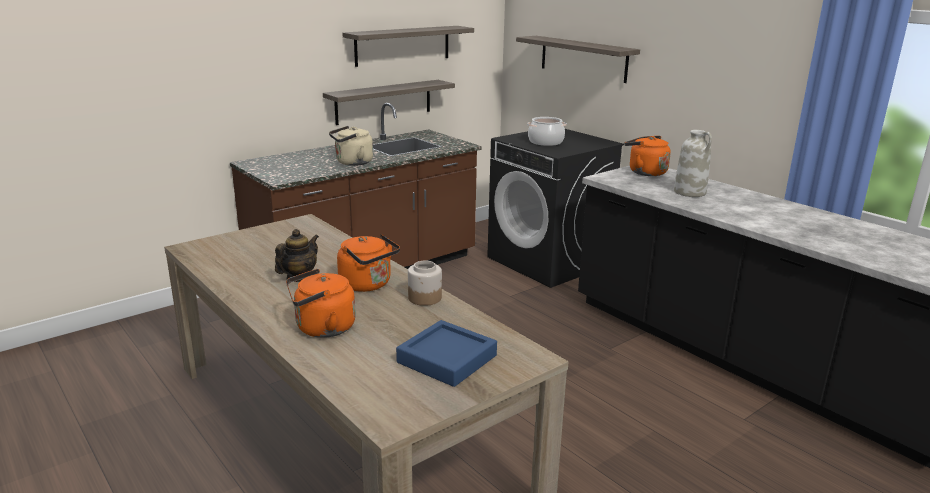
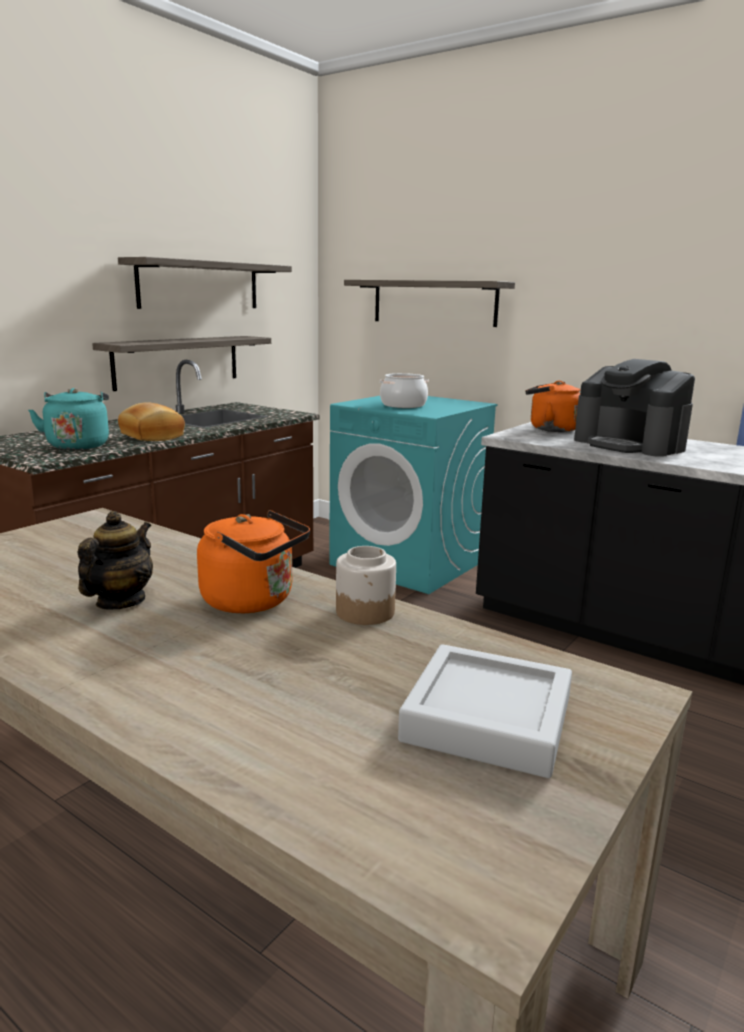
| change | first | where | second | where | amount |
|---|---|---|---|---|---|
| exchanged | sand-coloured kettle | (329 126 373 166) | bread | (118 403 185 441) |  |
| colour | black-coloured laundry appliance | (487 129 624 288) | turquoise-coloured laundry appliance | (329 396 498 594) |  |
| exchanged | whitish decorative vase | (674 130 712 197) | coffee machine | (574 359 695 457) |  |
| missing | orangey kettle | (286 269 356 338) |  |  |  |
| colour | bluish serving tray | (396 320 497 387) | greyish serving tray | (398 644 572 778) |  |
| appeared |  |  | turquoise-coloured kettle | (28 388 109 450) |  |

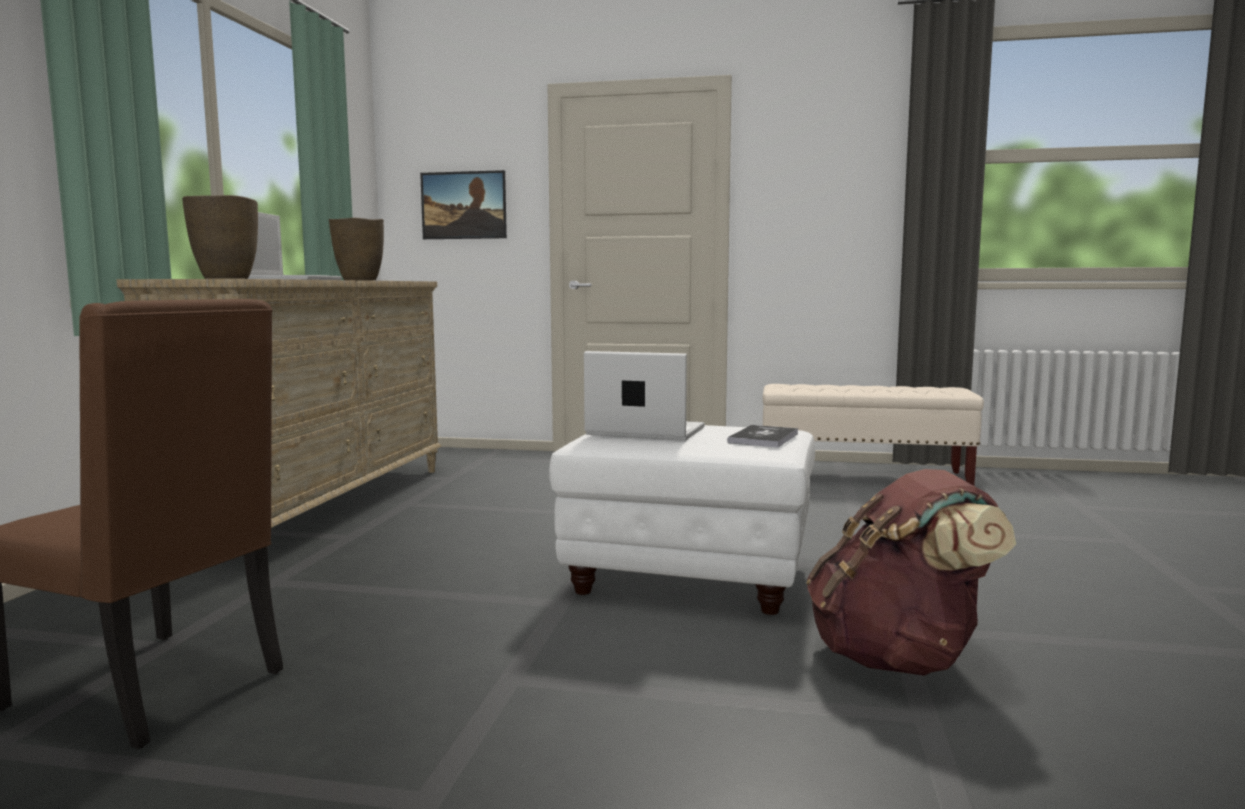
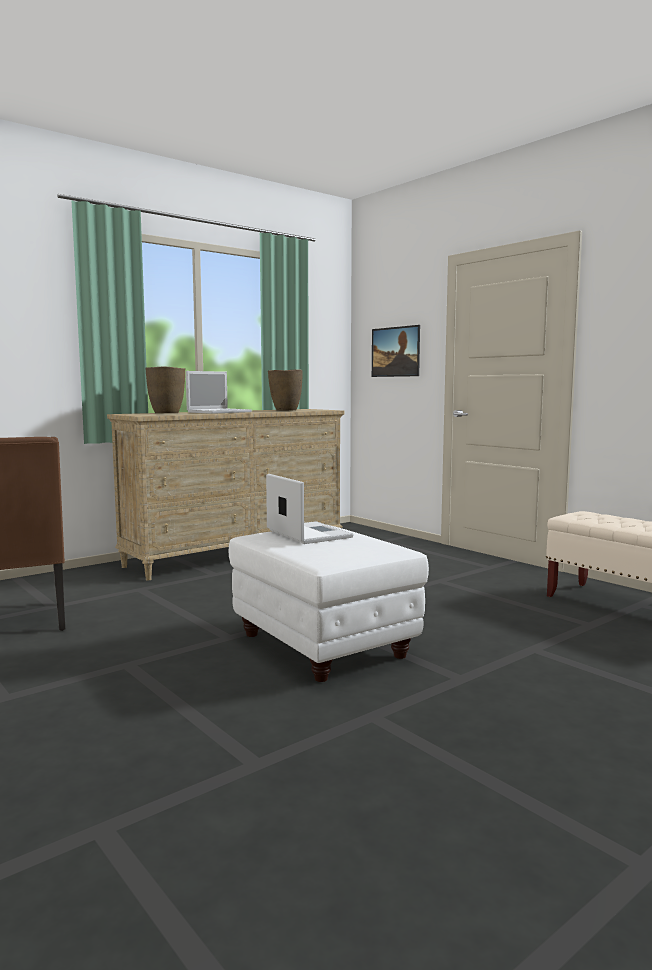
| change | first | where | second | where | amount |
|---|---|---|---|---|---|
| missing | bound book | (727 425 798 447) |  |  |  |
| missing | brown backpack | (806 469 1016 676) |  |  |  |

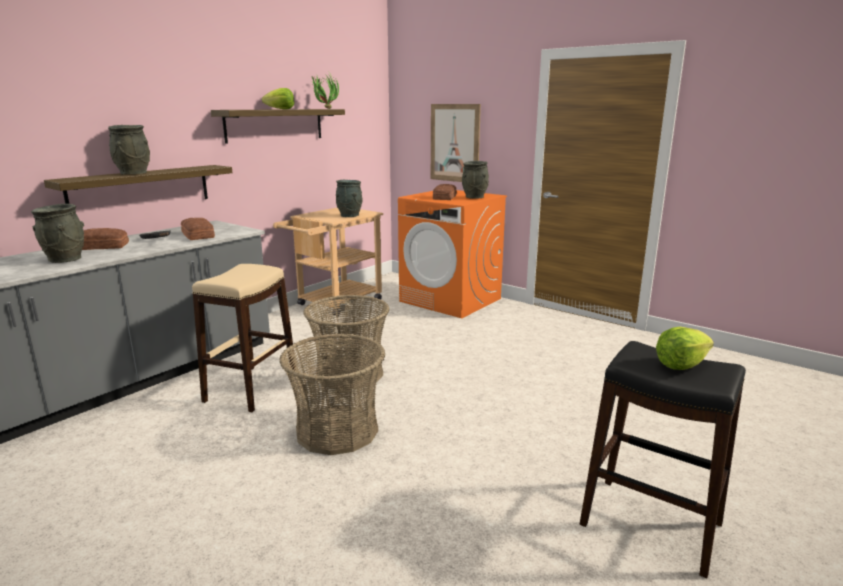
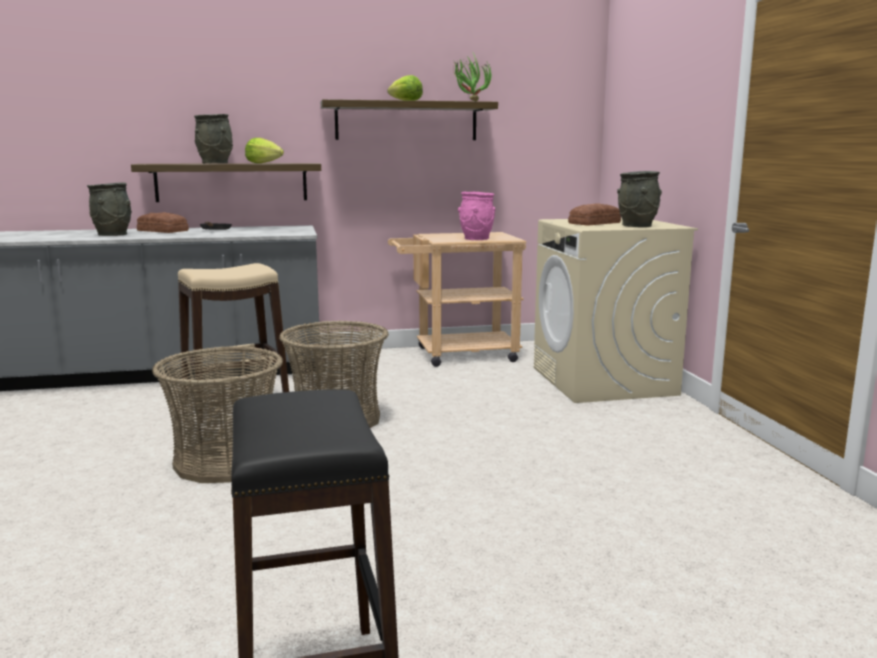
| change | first | where | second | where | amount |
|---|---|---|---|---|---|
| missing | wall picture | (431 104 481 182) |  |  |  |
| colour | greyish decorative vase | (336 180 363 217) | pink-coloured decorative vase | (458 192 495 240) |  |
| colour | orangey laundry appliance | (398 190 507 318) | sand-coloured laundry appliance | (534 218 698 403) |  |
| missing | bread | (181 218 215 240) |  |  |  |
| relocated | head of lettuce | (656 327 714 370) |  | (245 138 284 163) |  |

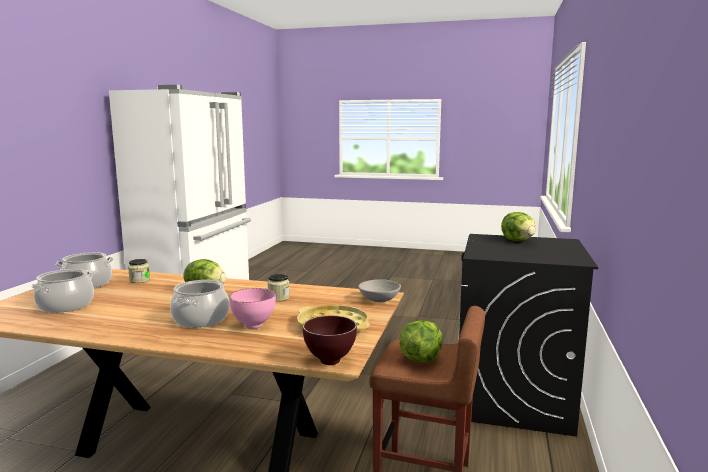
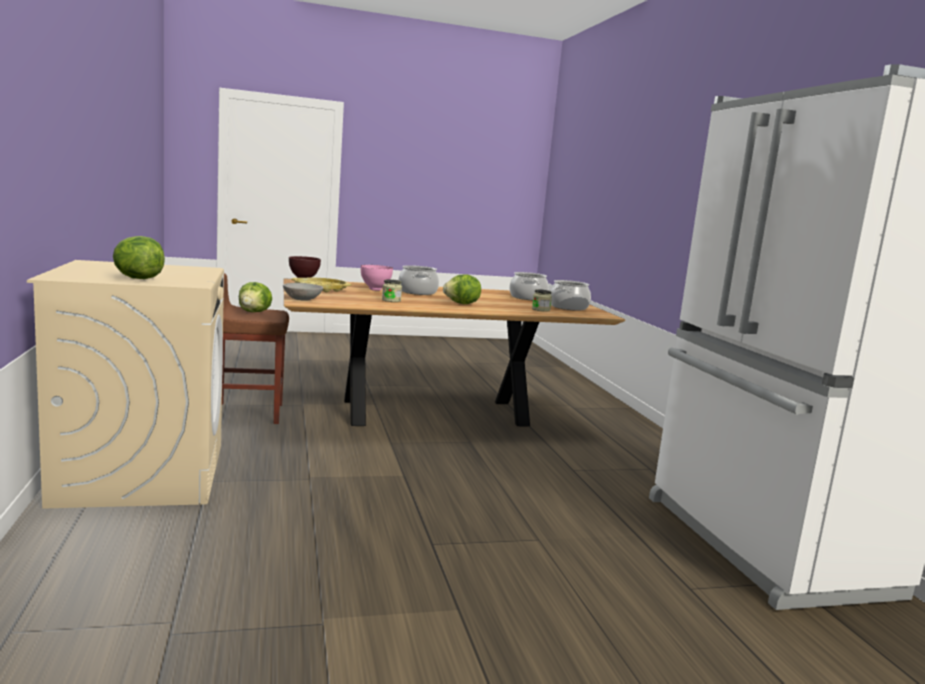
| change | first | where | second | where | amount |
|---|---|---|---|---|---|
| colour | black-coloured laundry appliance | (458 234 598 437) | sand-coloured laundry appliance | (27 260 224 509) |  |

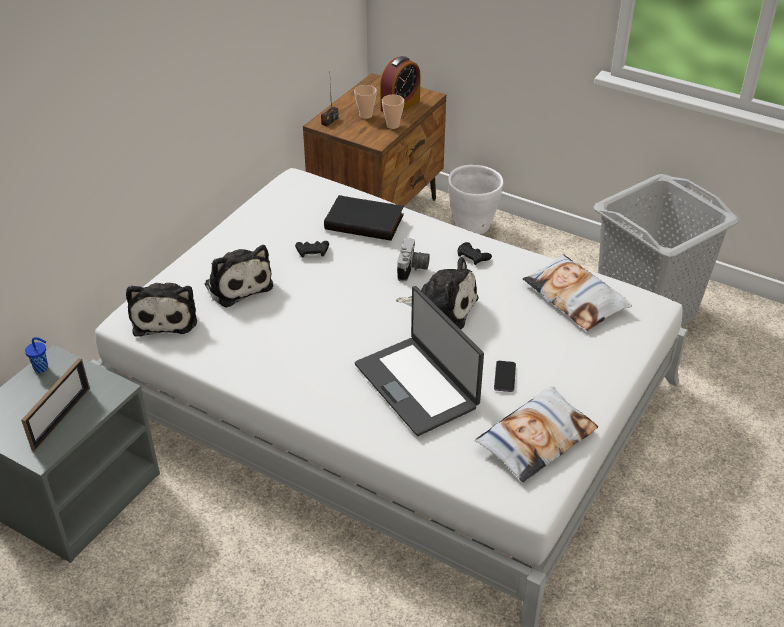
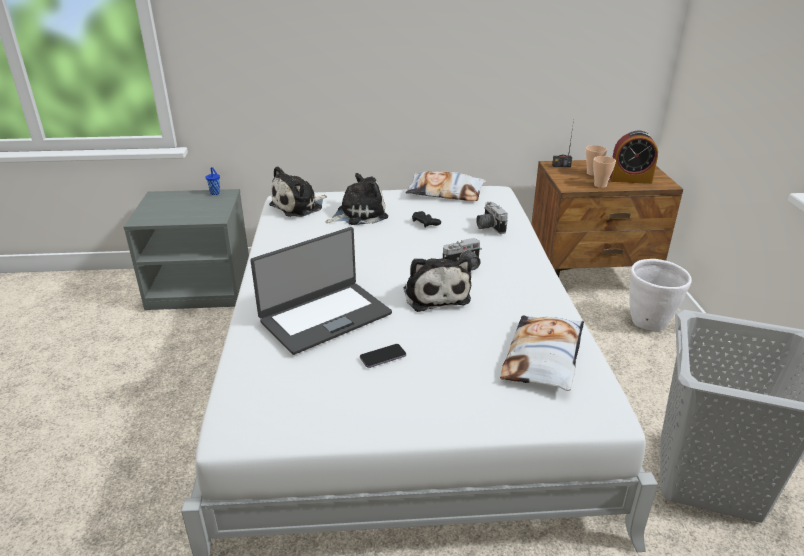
| change | first | where | second | where | amount |
|---|---|---|---|---|---|
| exchanged | black-coloured bound book | (324 195 404 241) | photo camera | (476 202 508 234) |  |
| missing | black-coloured game controller | (457 242 492 265) |  |  |  |
| spun | plush toy | (205 245 273 308) |  | (325 173 388 225) | 135 degrees counterclockwise |
| spun | portable computer | (355 286 484 436) |  | (250 227 392 355) | 150 degrees counterclockwise |
| missing | picture frame | (21 358 90 452) |  |  |  |
| relocated | cushion | (475 386 598 482) |  | (405 171 486 201) |  |

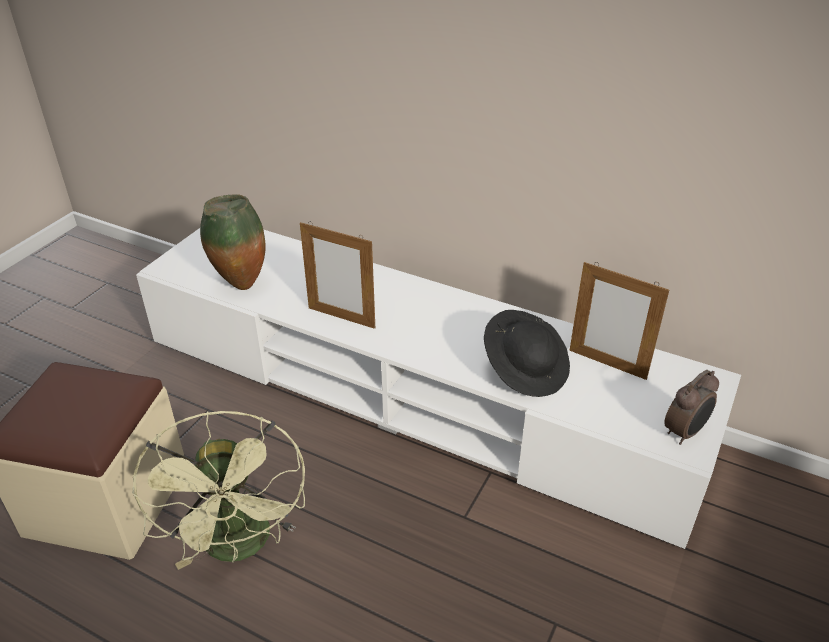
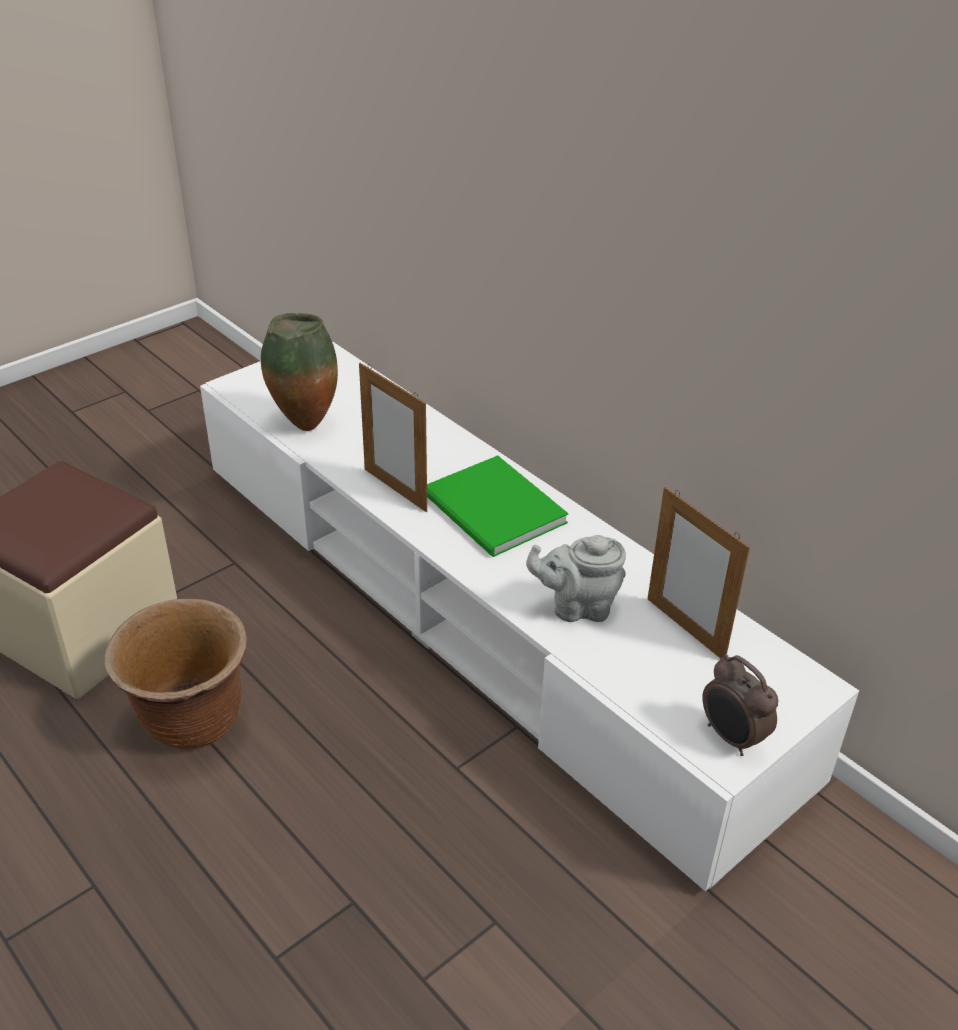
| change | first | where | second | where | amount |
|---|---|---|---|---|---|
| exchanged | black-coloured wearable hat | (484 310 570 397) | greyish tea pot | (526 535 626 622) |  |
| spun | alarm clock | (664 370 719 445) |  | (702 654 778 756) | 75 degrees clockwise |
| exchanged | greenish electric fan | (132 411 305 570) | brown flower pot | (105 598 247 749) |  |
| appeared |  |  | greenish bound book | (427 455 569 557) |  |

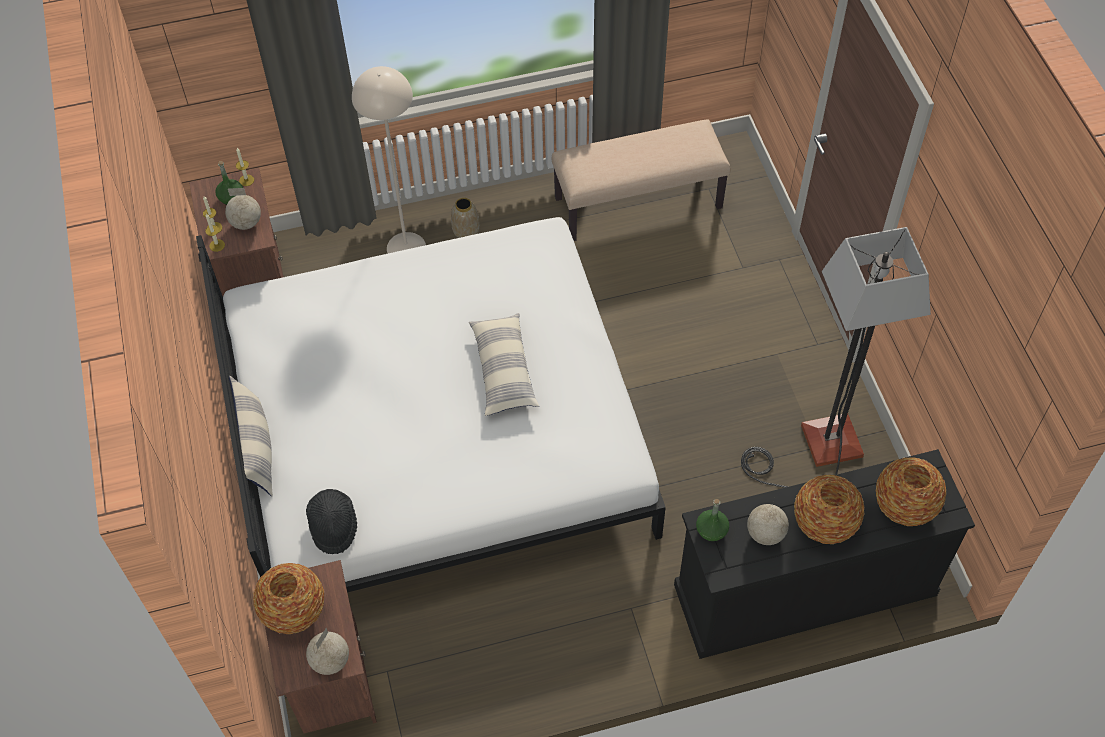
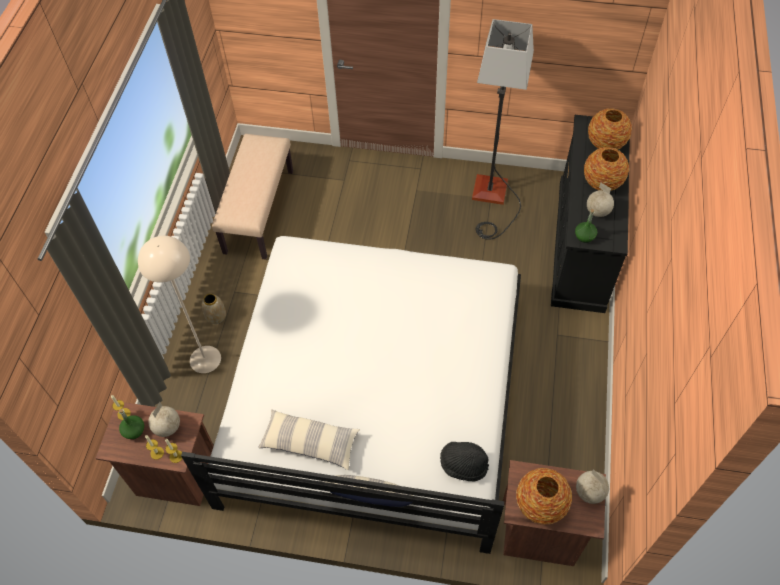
| change | first | where | second | where | amount |
|---|---|---|---|---|---|
| relocated | cushion | (469 313 539 416) |  | (258 409 360 470) |  |

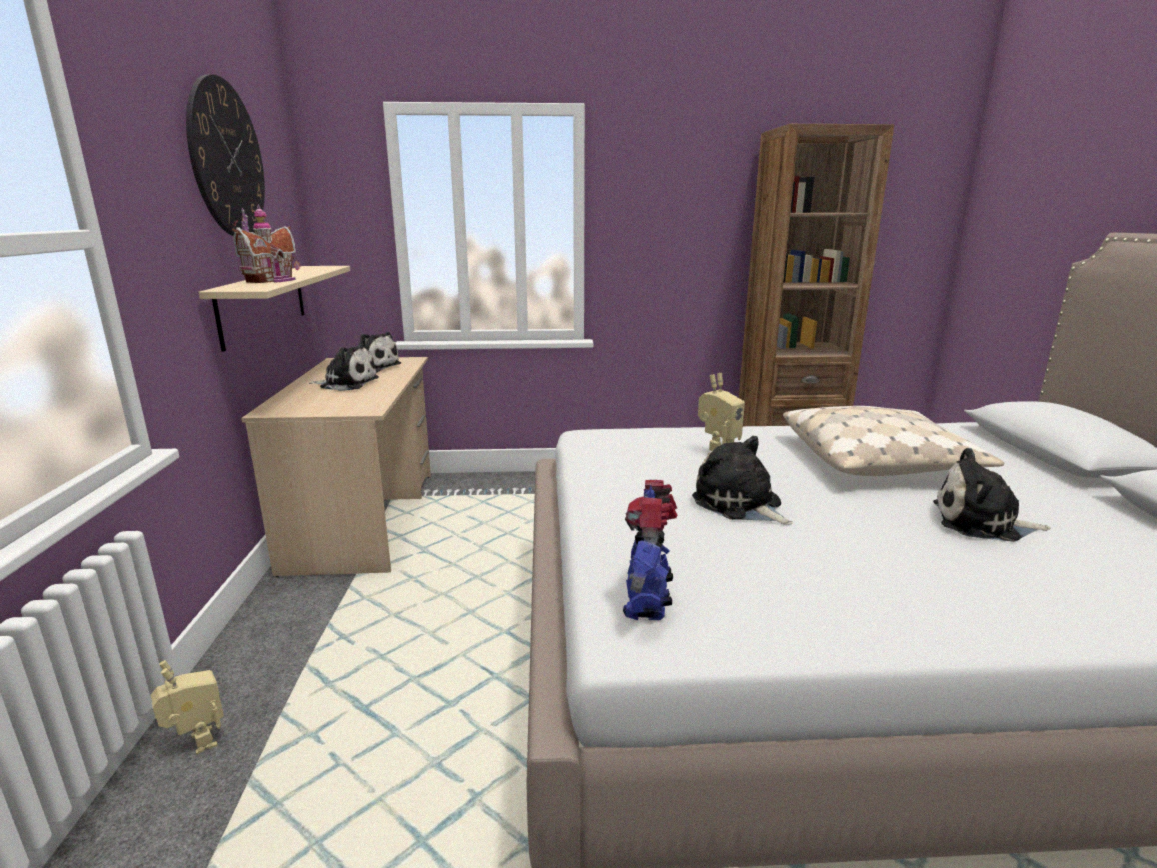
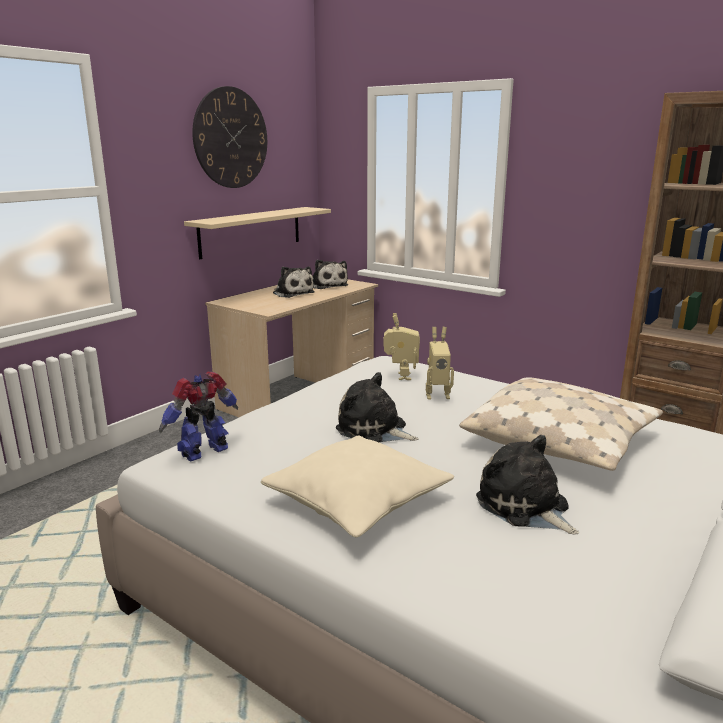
| change | first | where | second | where | amount |
|---|---|---|---|---|---|
| missing | toy house | (232 204 300 283) |  |  |  |
| spun | plush toy | (692 436 793 525) |  | (336 372 419 442) | 60 degrees counterclockwise |
| relocated | toy robot | (151 660 224 754) |  | (383 313 420 380) |  |
| appeared |  |  | sand-coloured cushion | (261 436 454 537) |  |

